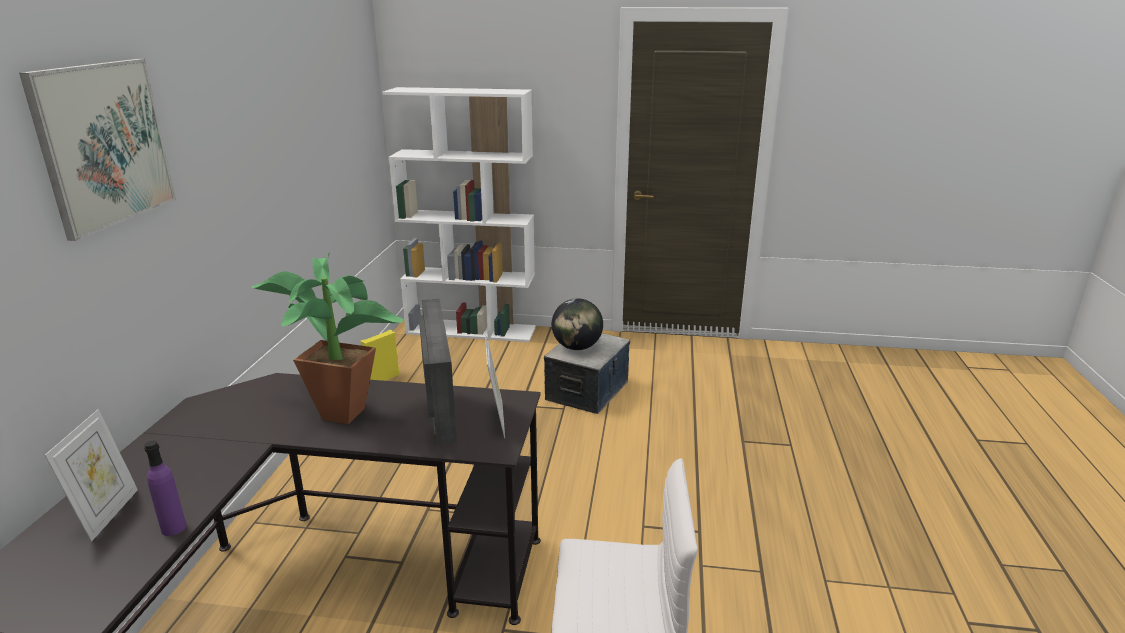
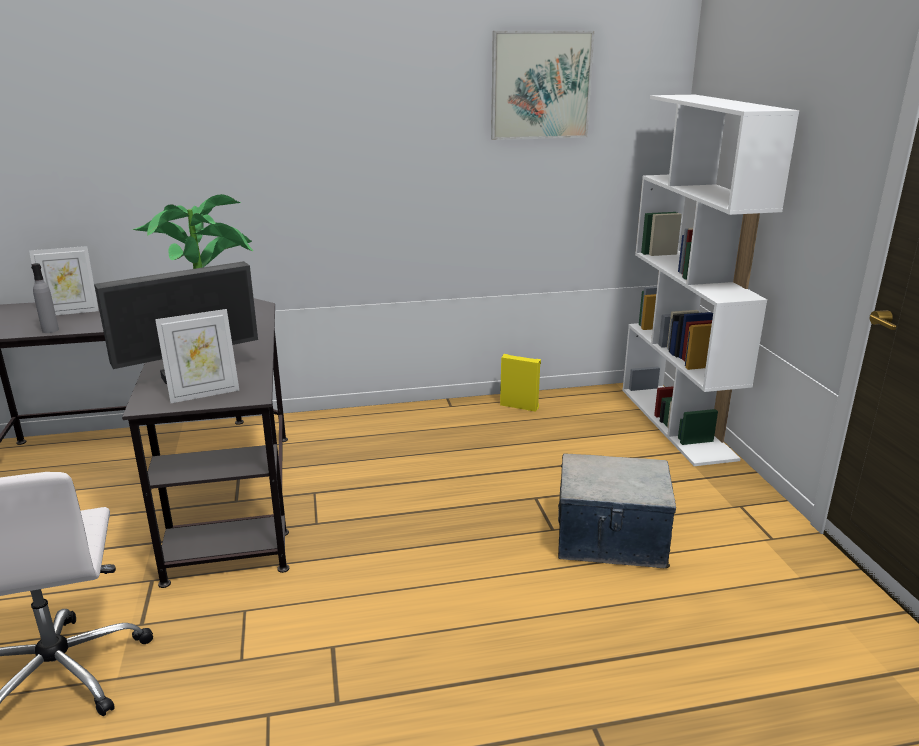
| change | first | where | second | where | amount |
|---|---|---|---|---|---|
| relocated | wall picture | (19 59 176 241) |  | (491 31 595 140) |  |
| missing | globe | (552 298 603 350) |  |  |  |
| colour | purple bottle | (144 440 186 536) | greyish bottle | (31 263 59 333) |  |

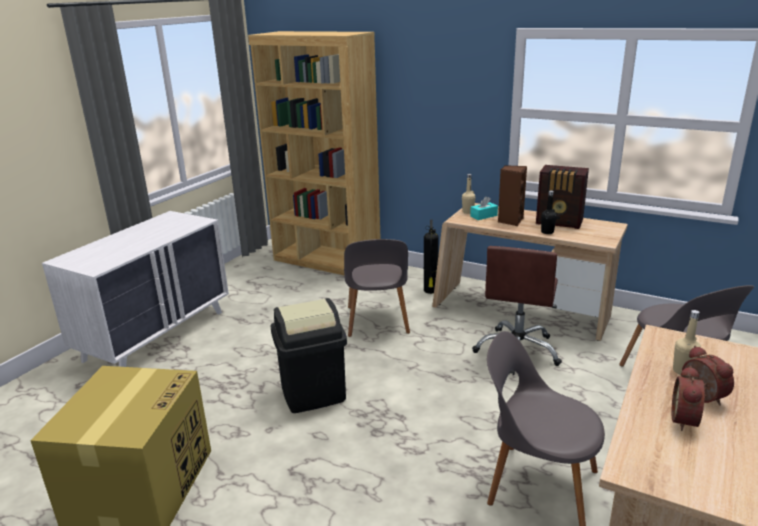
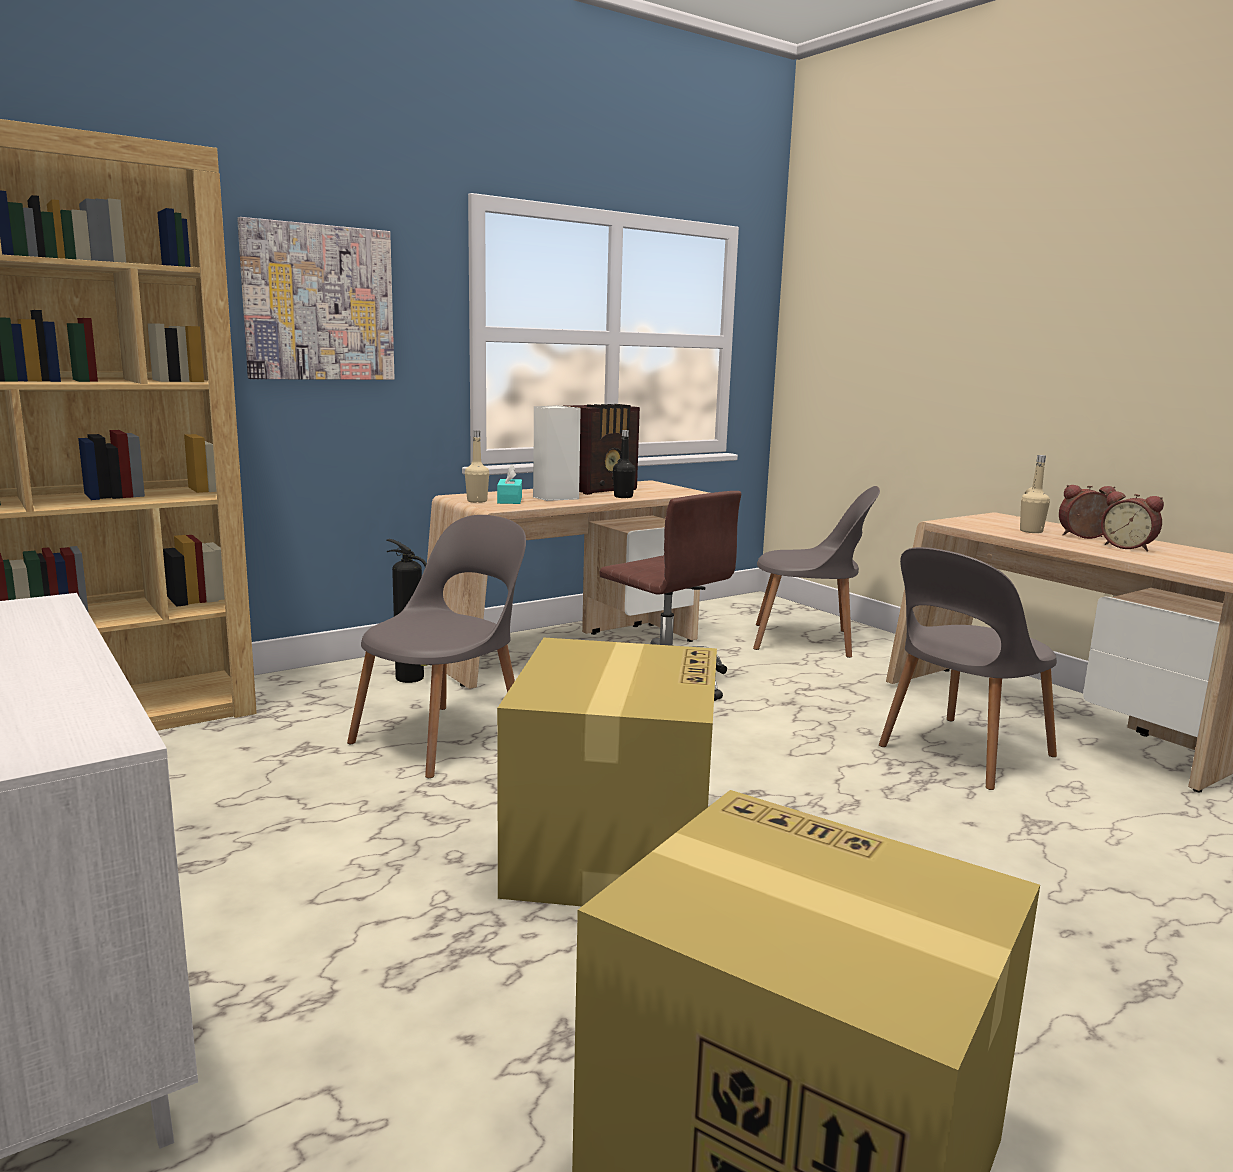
| change | first | where | second | where | amount |
|---|---|---|---|---|---|
| colour | brown loudspeaker | (498 165 527 226) | whitish loudspeaker | (533 405 581 501) |  |
| spun | greyish plain chair | (344 239 410 337) |  | (347 515 526 778) | 75 degrees counterclockwise |
| exchanged | black-coloured waste bin | (271 298 347 413) | packing box | (497 638 717 906) |  |
| appeared |  |  | wall picture | (237 217 395 380) |  |

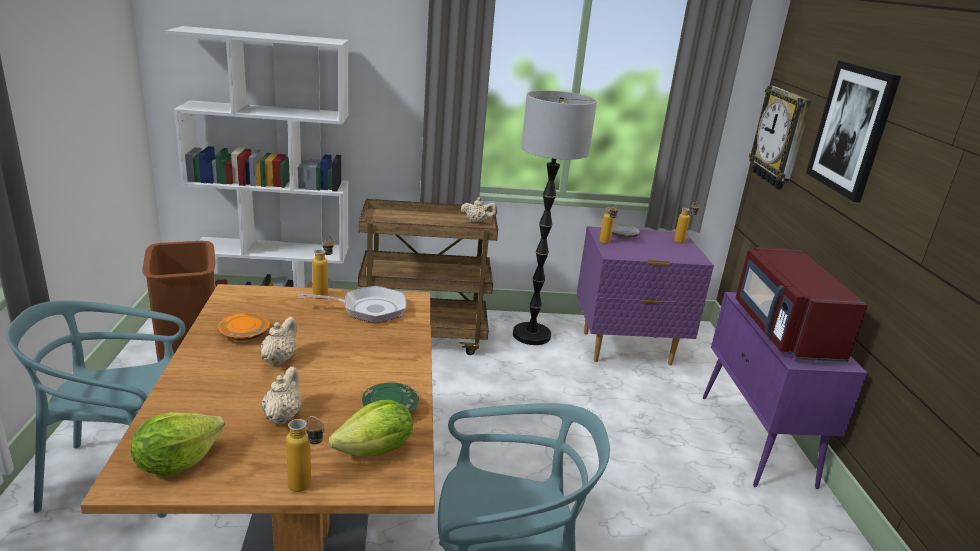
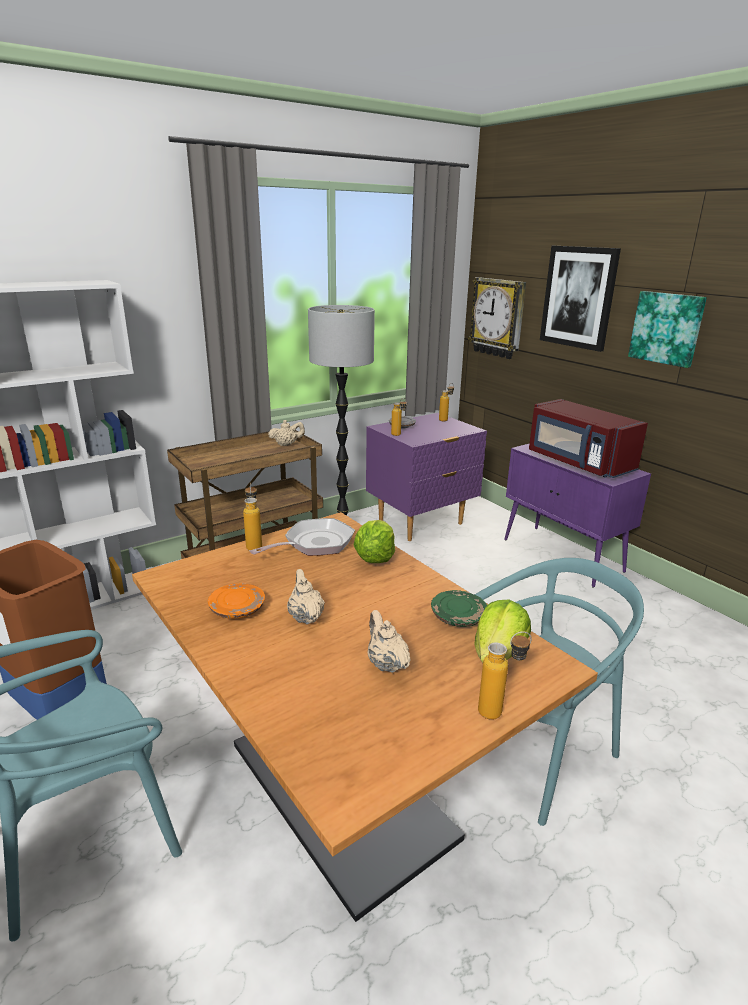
| change | first | where | second | where | amount |
|---|---|---|---|---|---|
| relocated | head of lettuce | (131 412 225 475) |  | (353 520 395 563) |  |
| appeared |  |  | wall picture | (628 291 707 368) |  |

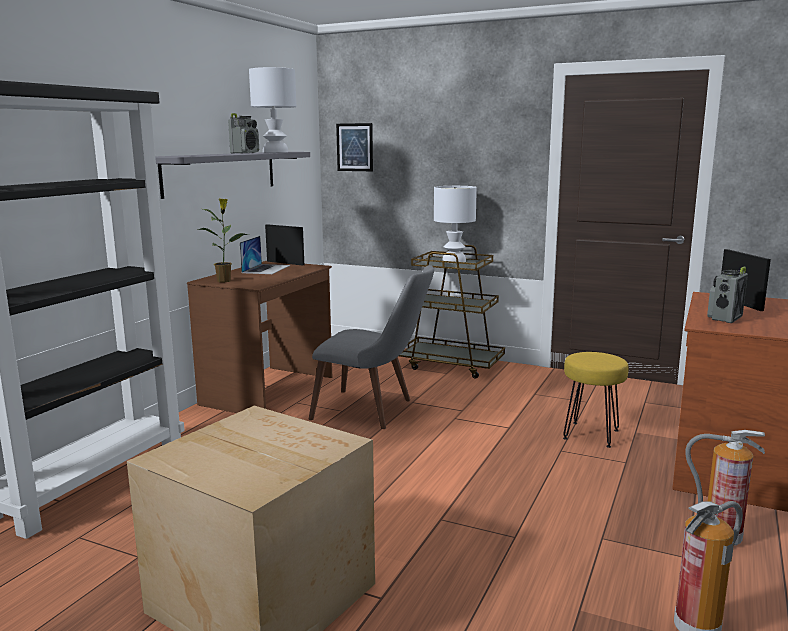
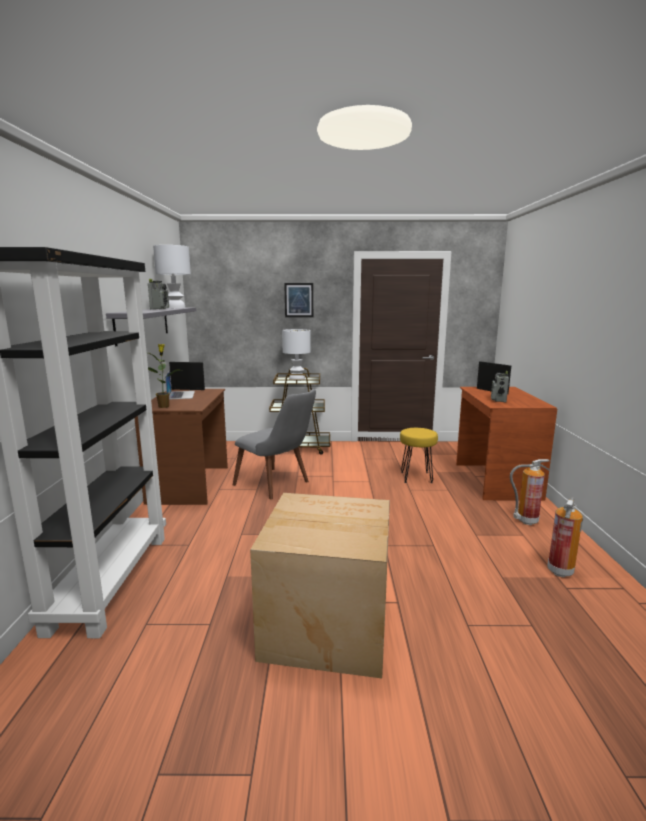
| change | first | where | second | where | amount |
|---|---|---|---|---|---|
| relocated | wall picture | (336 123 373 171) |  | (284 283 313 317) |  |
| spun | greyish plain chair | (308 265 434 429) |  | (233 389 316 499) | 45 degrees clockwise |

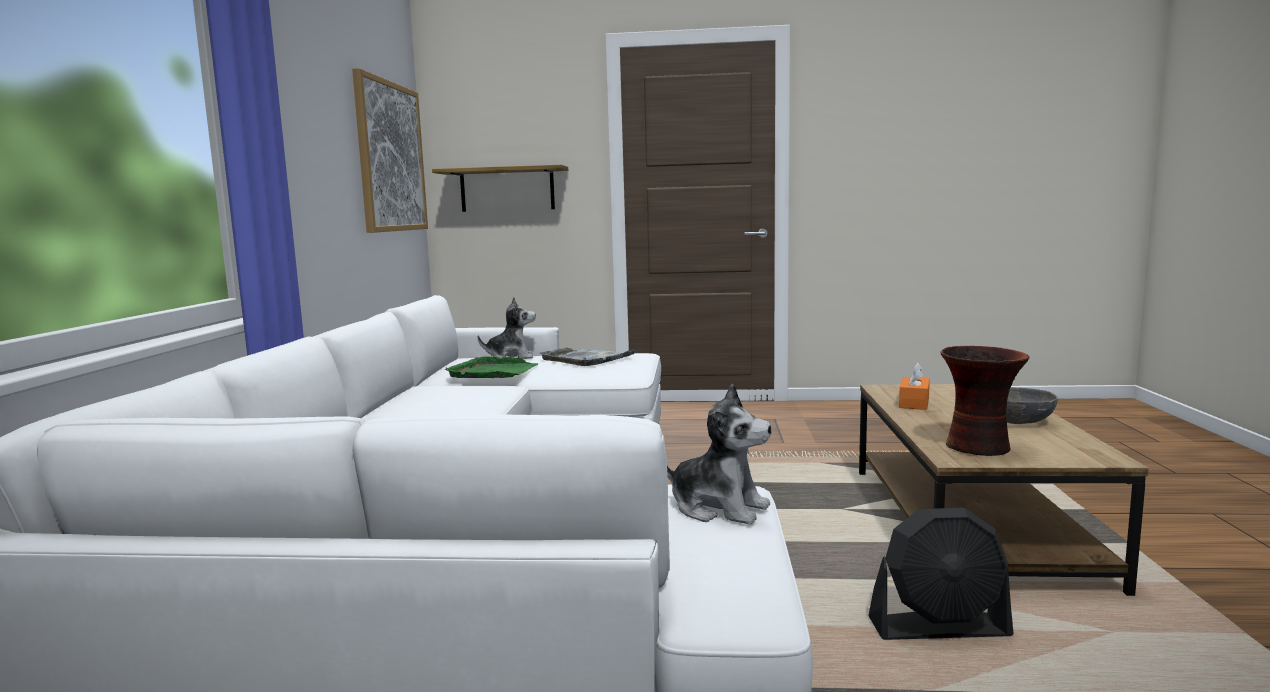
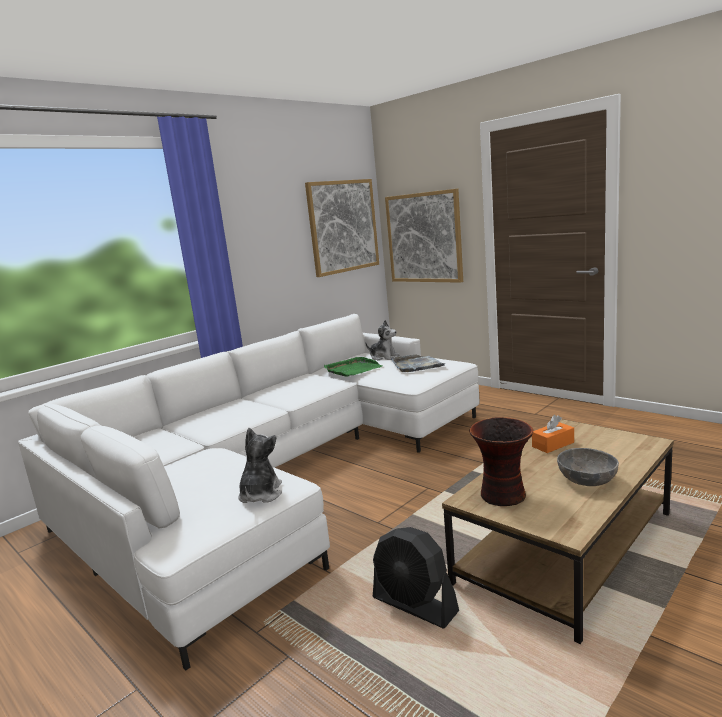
| change | first | where | second | where | amount |
|---|---|---|---|---|---|
| exchanged | wall shelf | (432 165 568 212) | wall picture | (385 189 463 283) |  |
| spun | plush toy | (667 384 772 525) |  | (238 428 282 503) | 150 degrees counterclockwise |

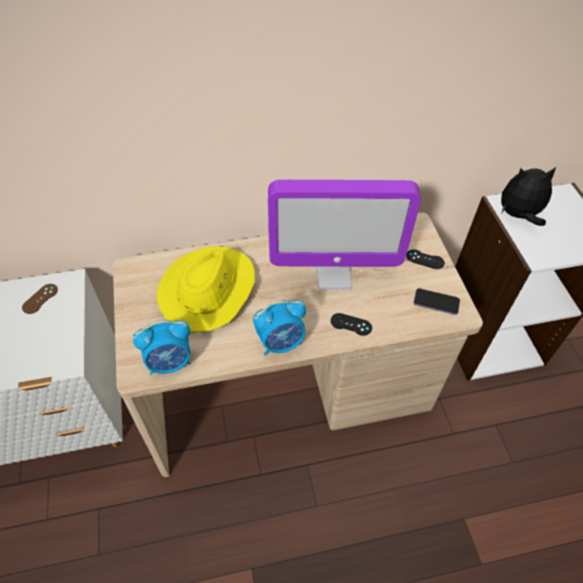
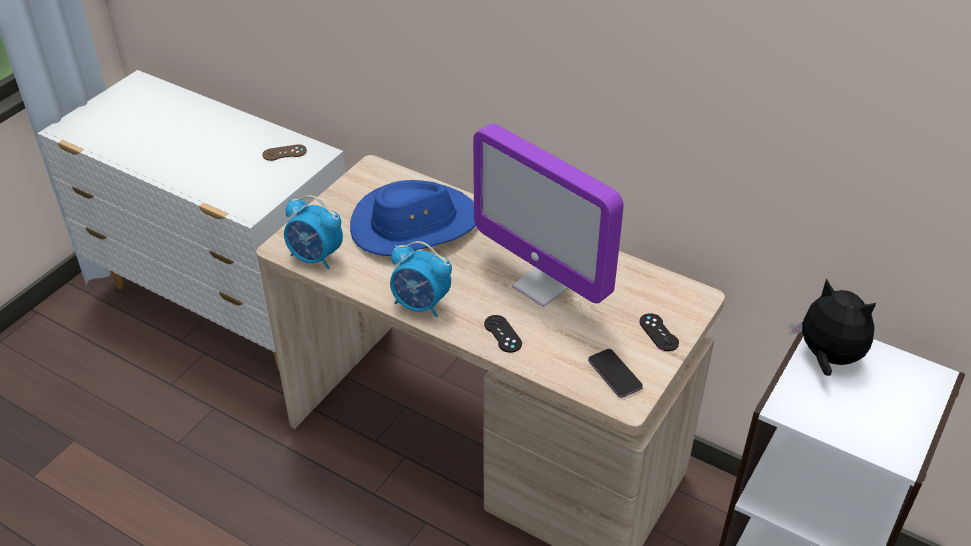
| change | first | where | second | where | amount |
|---|---|---|---|---|---|
| colour | yellowish wearable hat | (156 246 255 333) | bluish wearable hat | (350 180 476 256) |  |

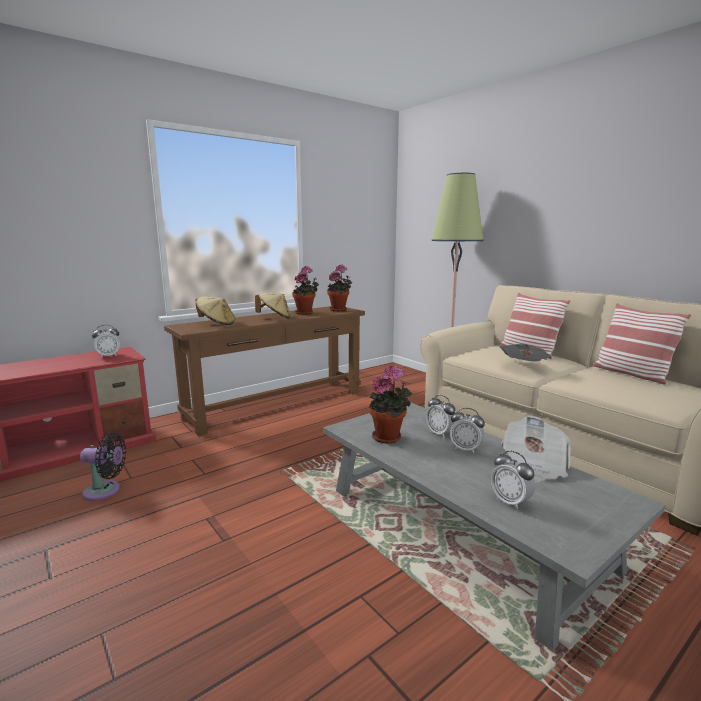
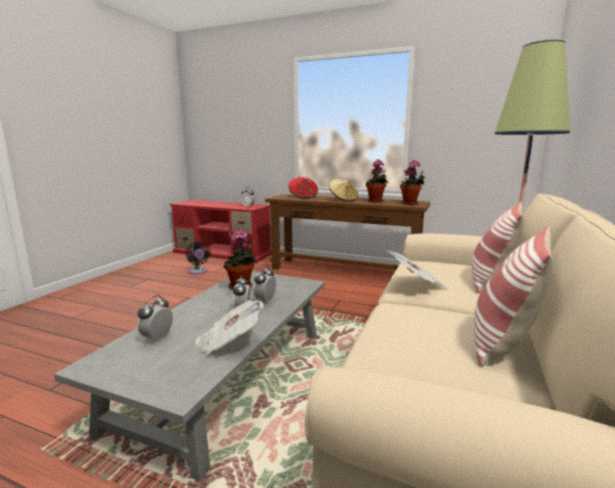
| change | first | where | second | where | amount |
|---|---|---|---|---|---|
| colour | sand-coloured wearable hat | (196 296 235 325) | reddish wearable hat | (288 177 318 199) |  |

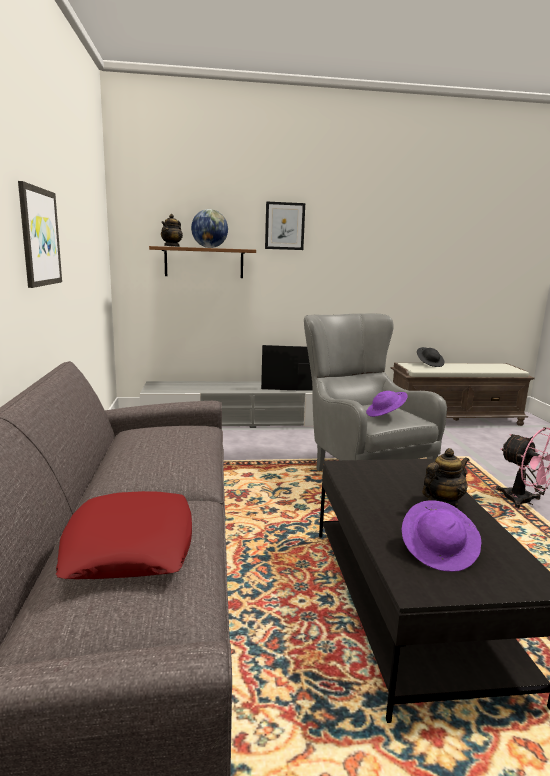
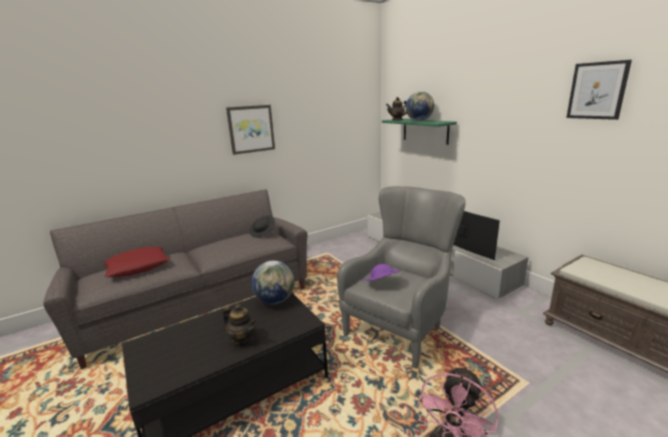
| change | first | where | second | where | amount |
|---|---|---|---|---|---|
| relocated | wall picture | (265 201 305 250) |  | (566 60 632 120) |  |
| colour | brown wall shelf | (149 246 256 278) | greenish wall shelf | (382 119 457 145) |  |
| relocated | black-coloured wearable hat | (417 347 445 367) |  | (250 216 275 238) |  |
| missing | purple wearable hat | (402 500 481 572) |  |  |  |
| appeared |  |  | globe | (251 261 295 304) |  |

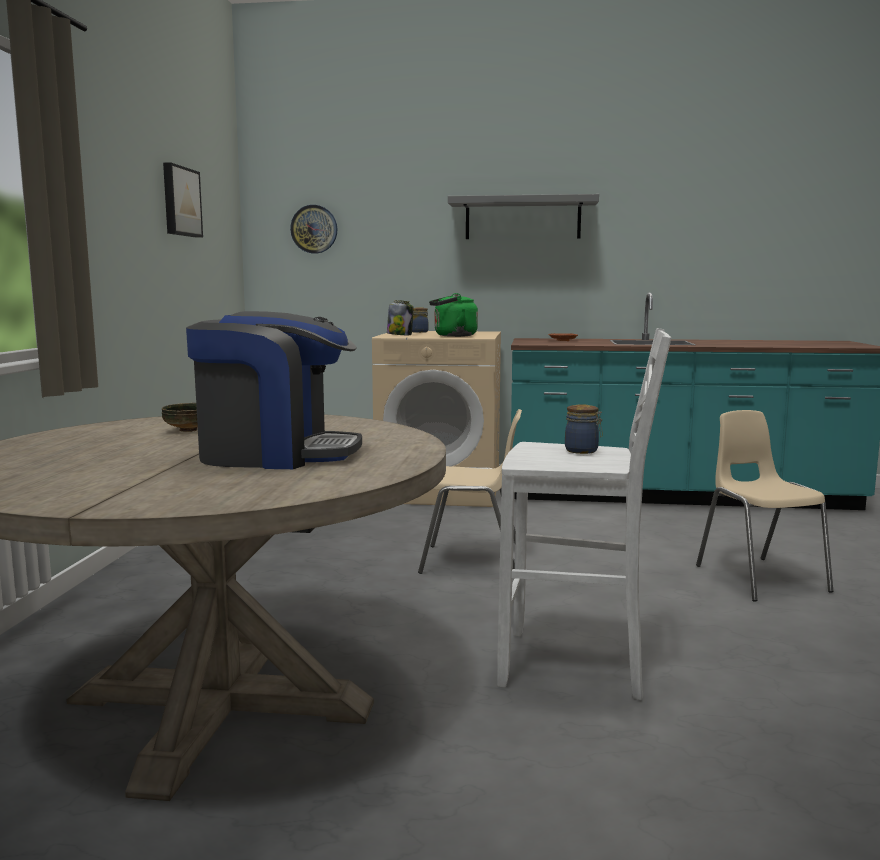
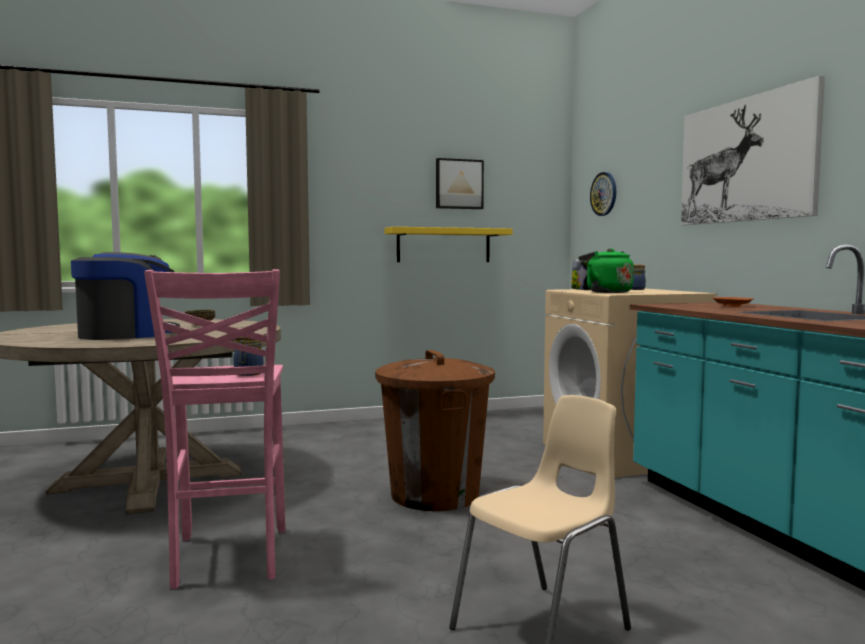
| change | first | where | second | where | amount |
|---|---|---|---|---|---|
| exchanged | greyish wall shelf | (448 194 599 239) | wall picture | (681 75 825 225) |  |
| spun | coffee machine | (186 311 362 469) |  | (71 252 180 340) | 105 degrees counterclockwise |
| colour | whitish stool | (497 328 671 700) | pink-coloured stool | (144 269 285 589) |  |
| exchanged | sand-coloured plain chair | (418 409 522 574) | brown waste bin | (375 350 495 511) |  |
| appeared |  |  | yellowish wall shelf | (384 227 513 262) |  |

